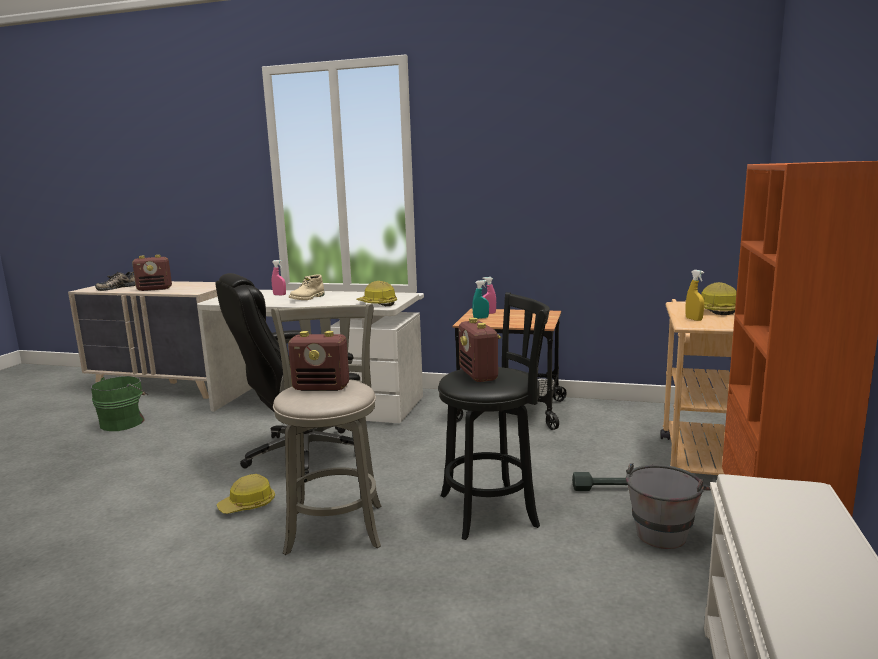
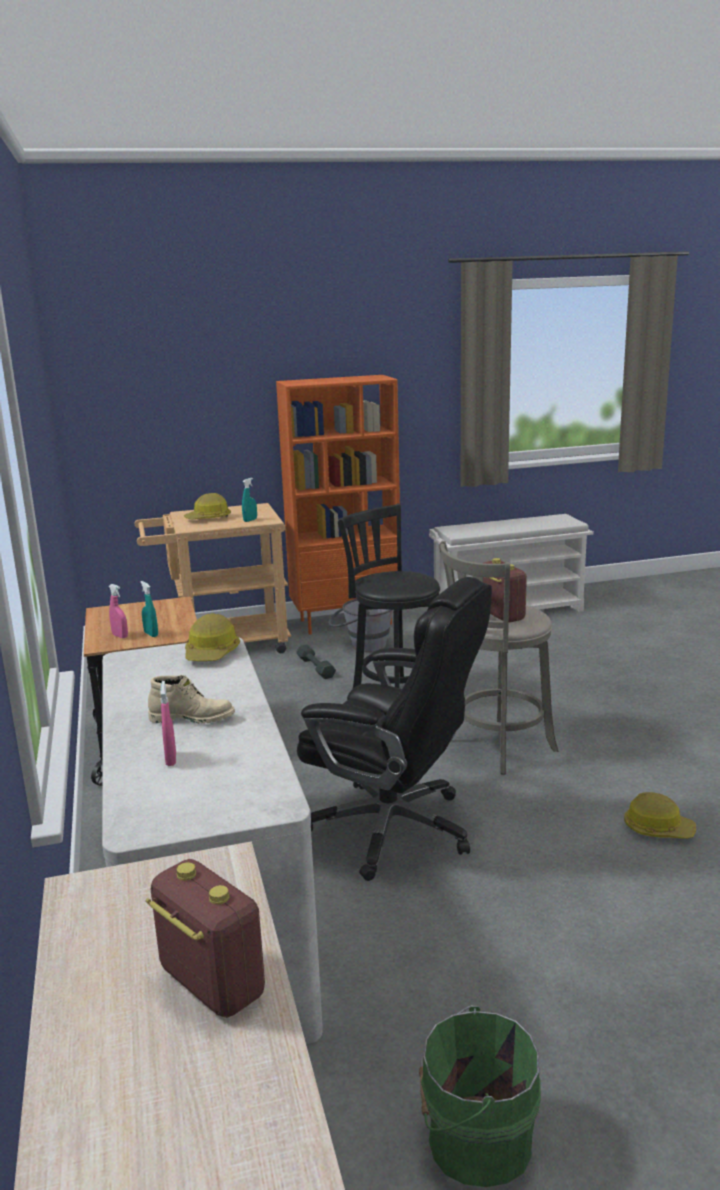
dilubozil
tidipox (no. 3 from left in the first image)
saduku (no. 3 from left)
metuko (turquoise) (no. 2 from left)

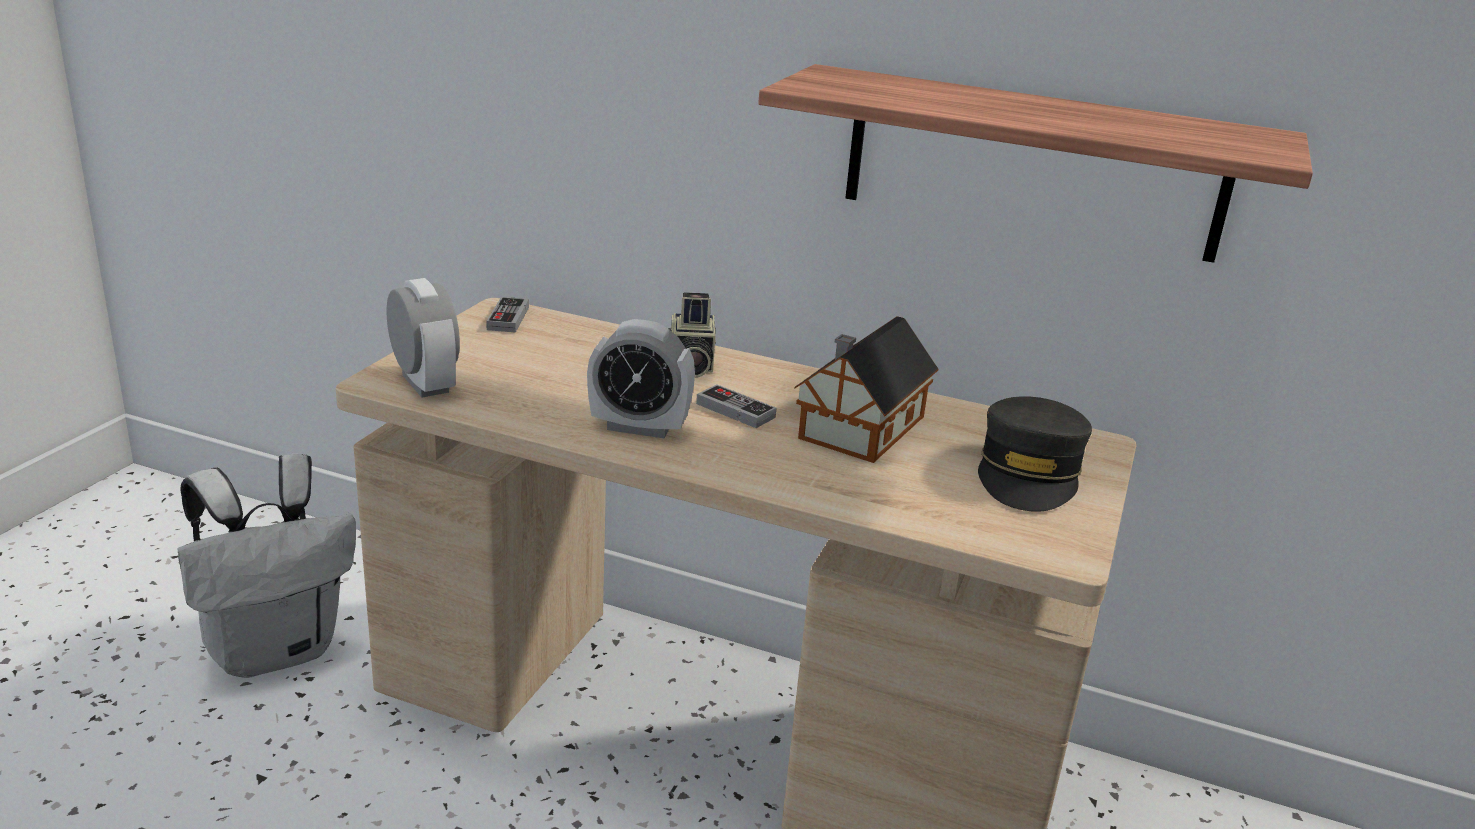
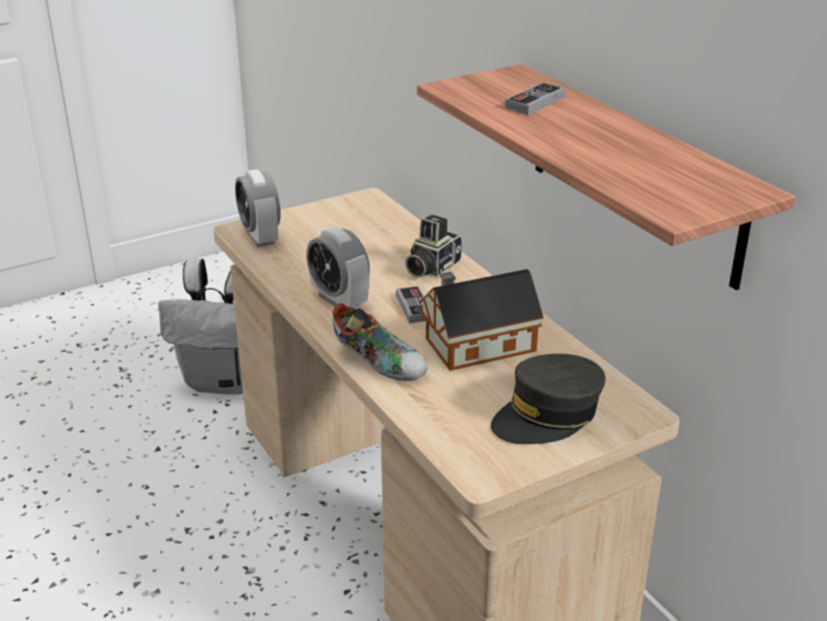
dilubozil
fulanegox (no. 2 from left)
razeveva (no. 1 from left)

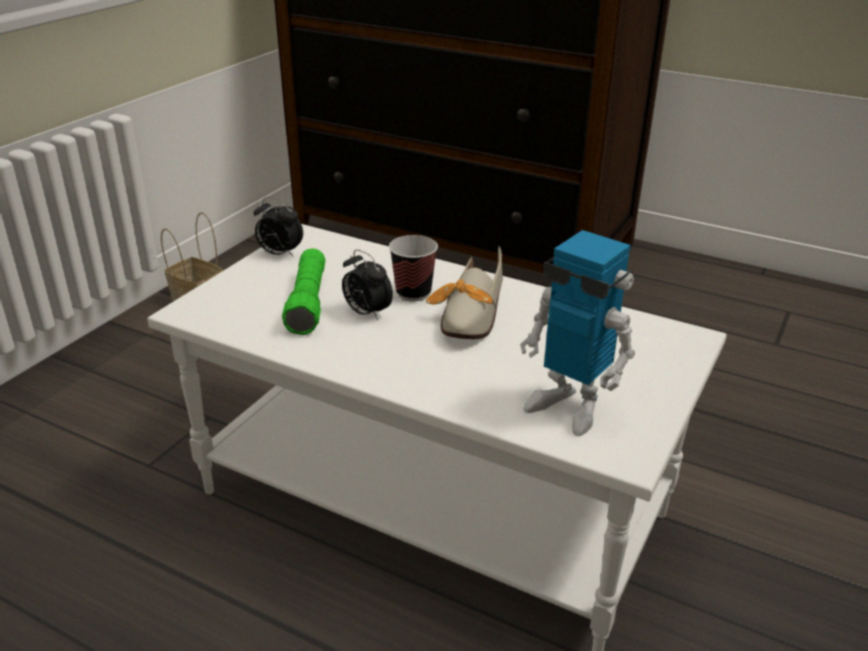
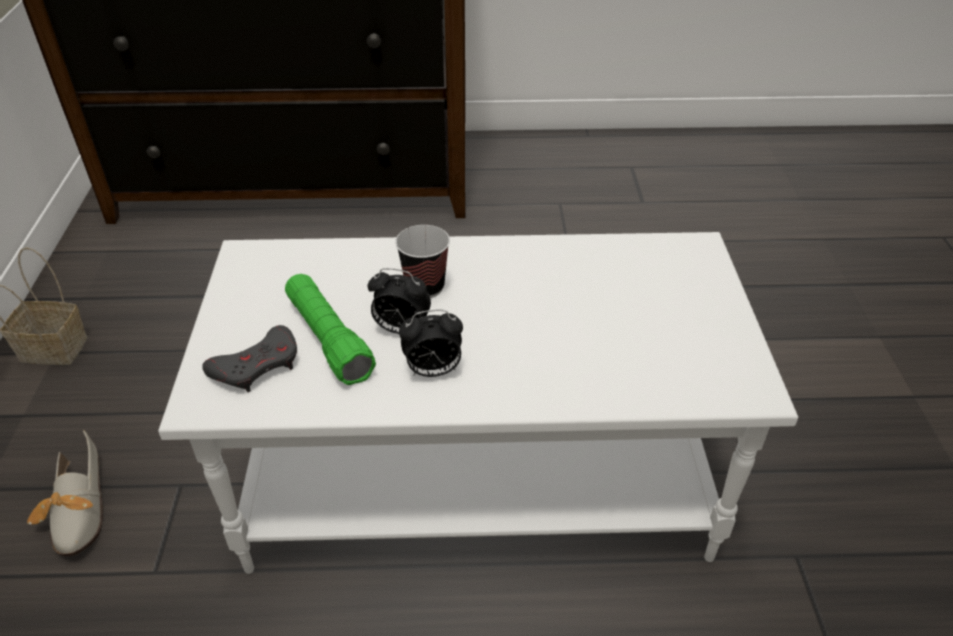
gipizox
fulanegox (grey)
razeveva (no. 2 from left)
dilubozil

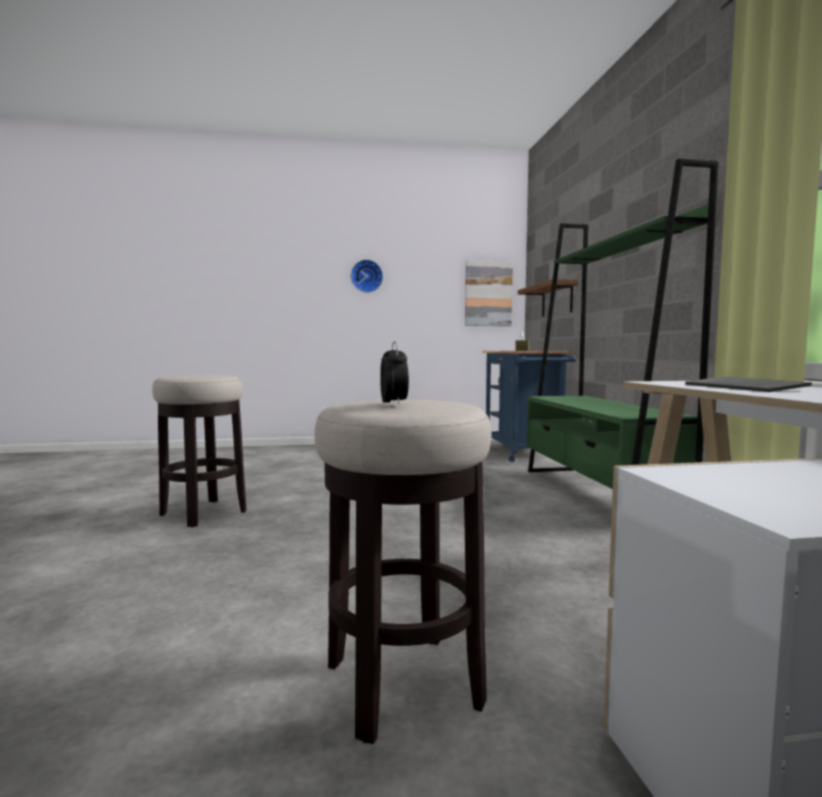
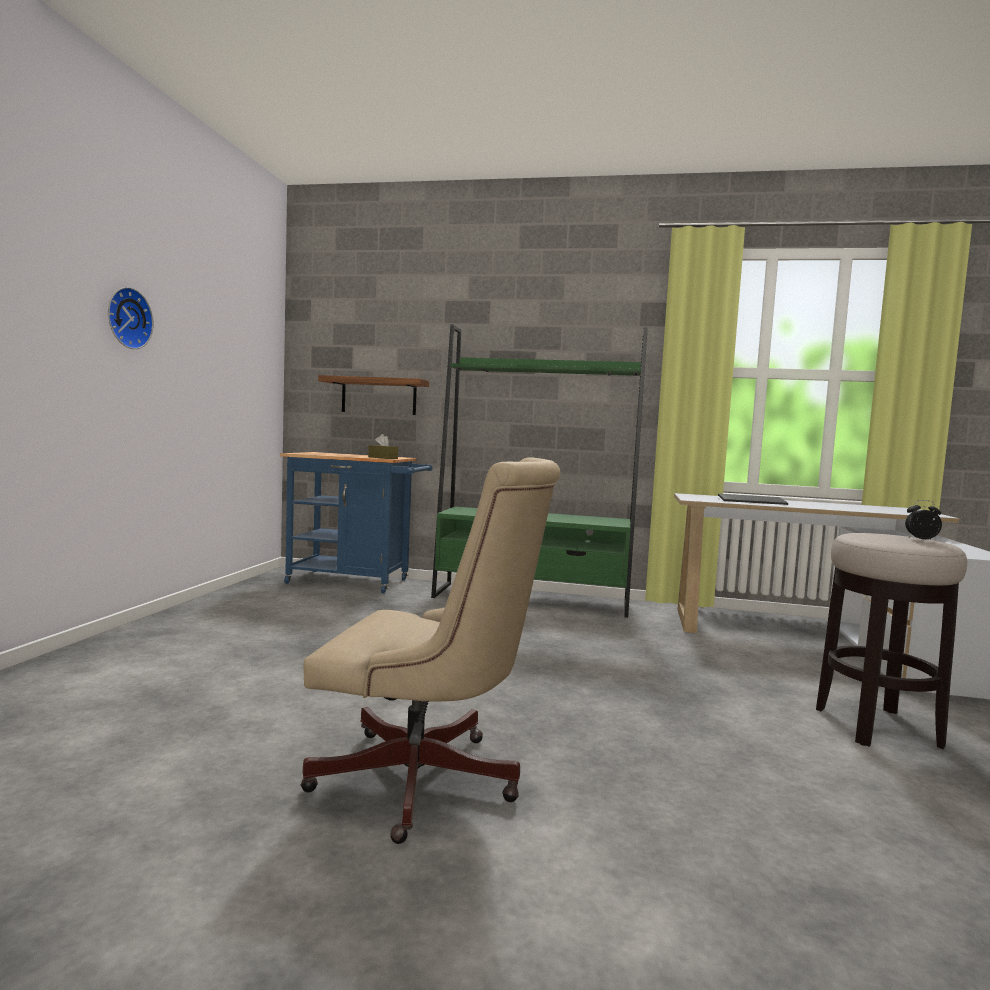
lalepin
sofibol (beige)

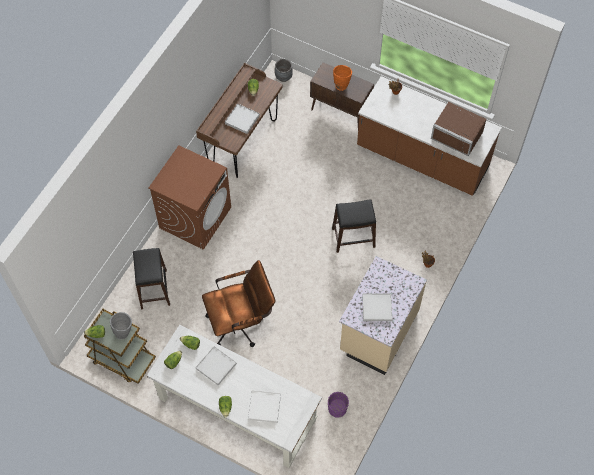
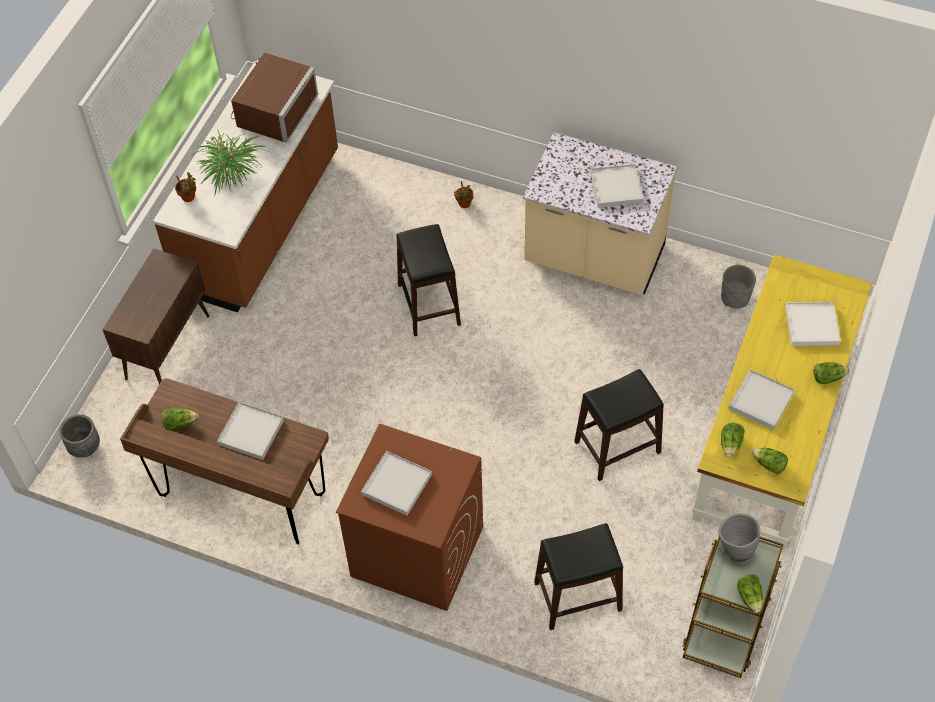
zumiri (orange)
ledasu (no. 2 from left)
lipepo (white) (no. 2 from left)
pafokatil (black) (no. 3 from left)
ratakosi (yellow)
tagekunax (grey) (no. 2 from left)

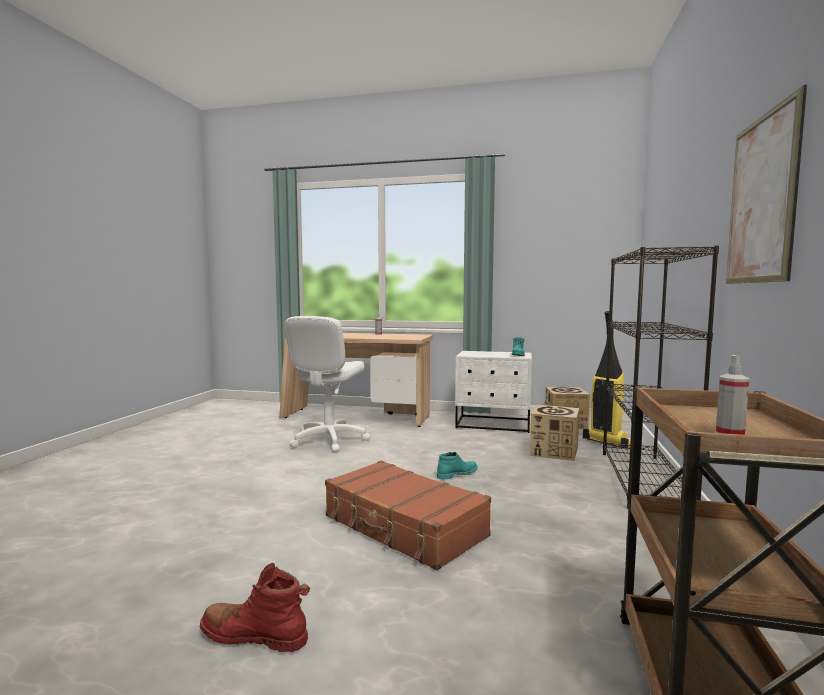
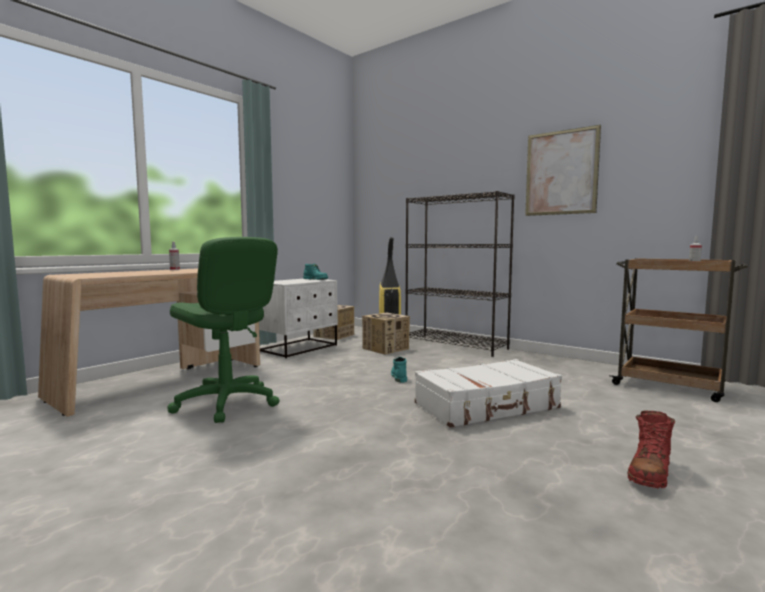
sofibol (green)
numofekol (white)

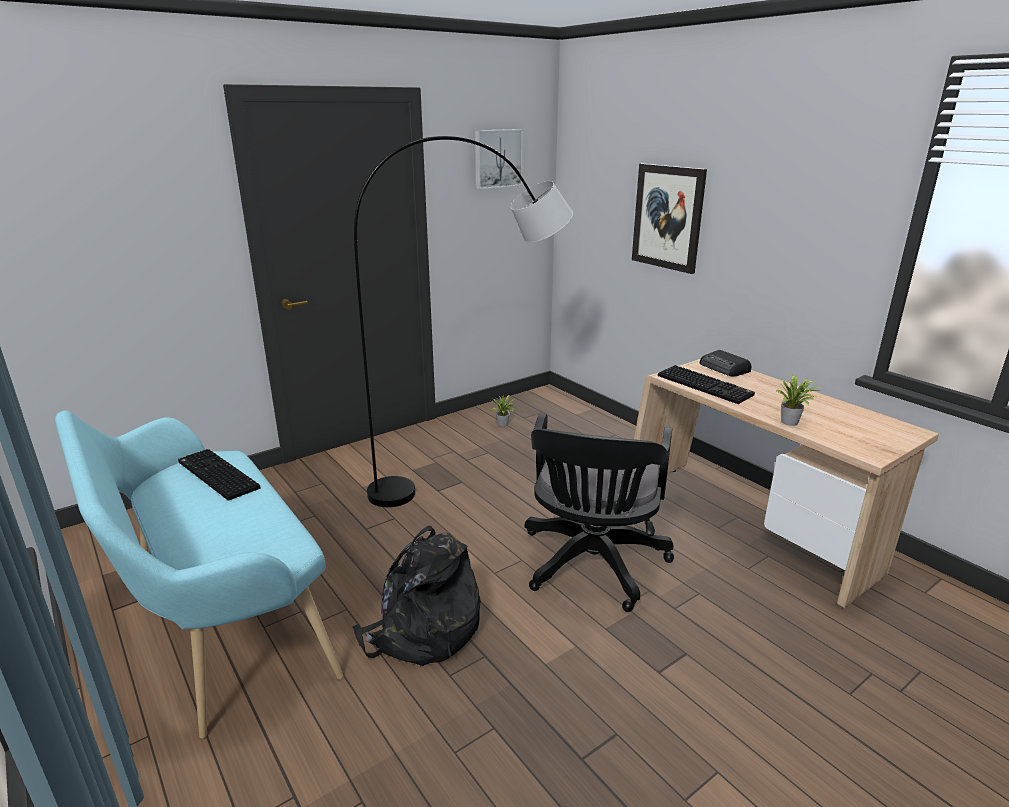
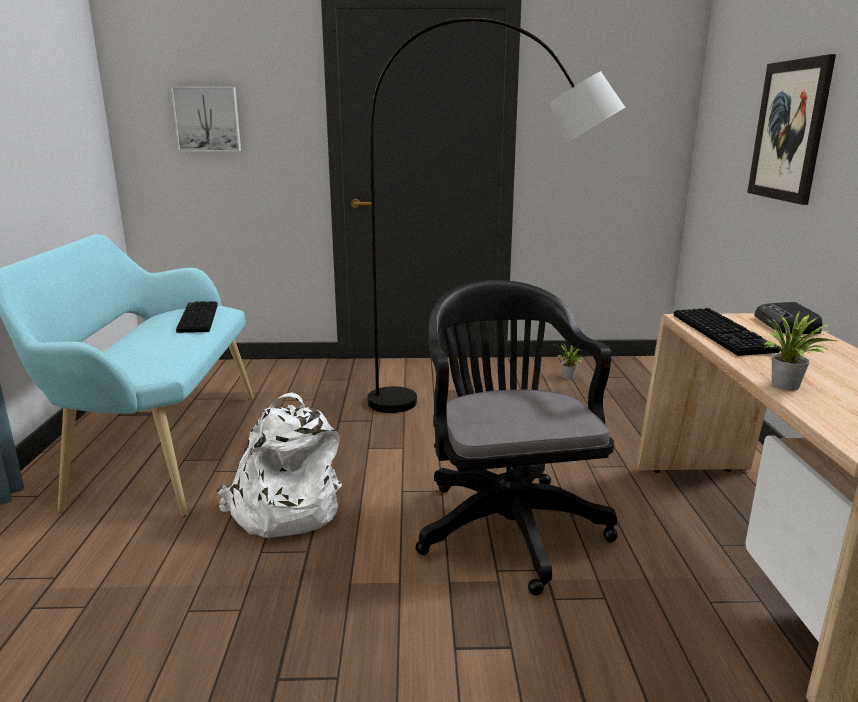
lalepin (no. 1 from left)
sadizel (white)
sofibol (black)

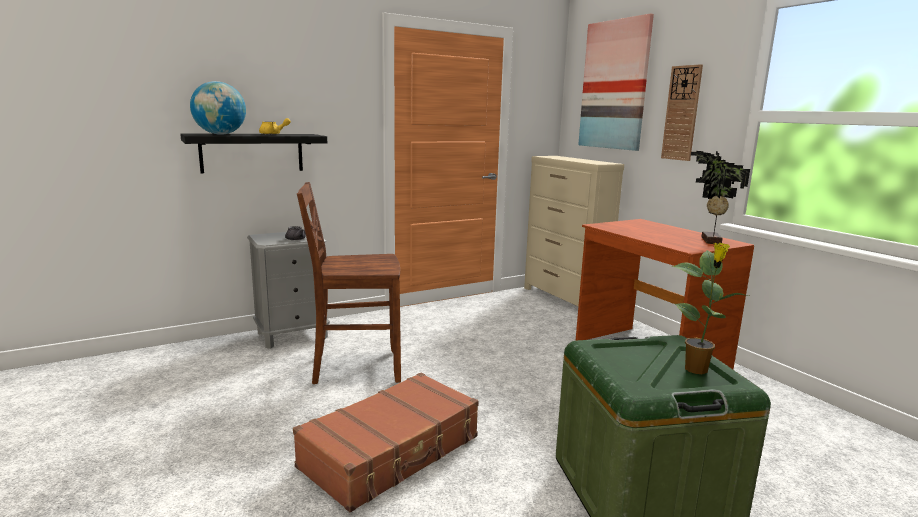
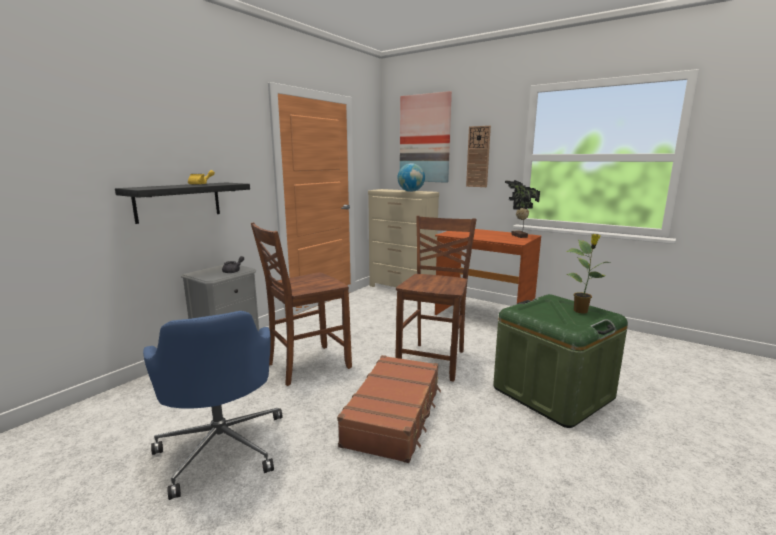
sofibol (blue)
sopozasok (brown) (no. 2 from left)
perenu

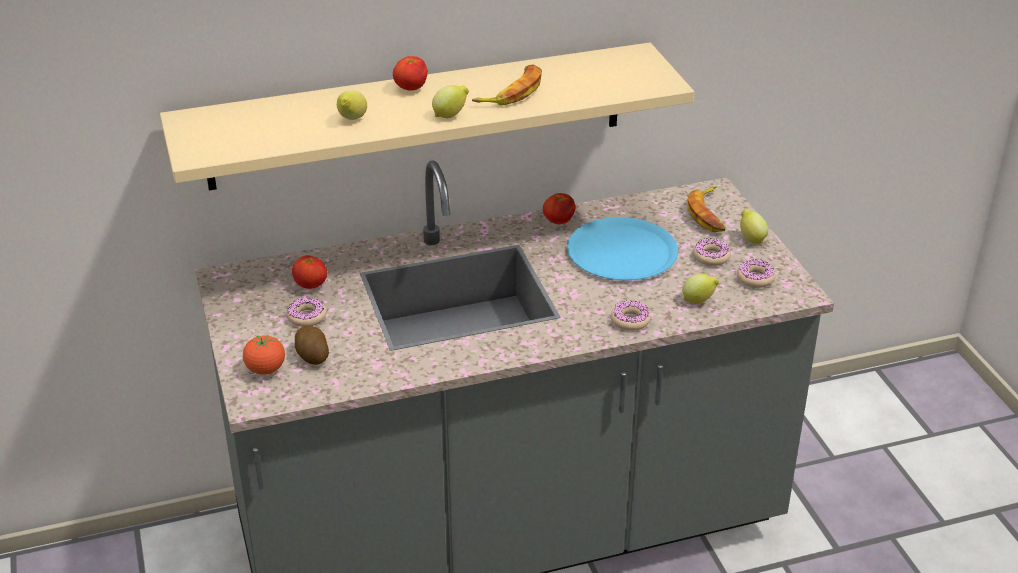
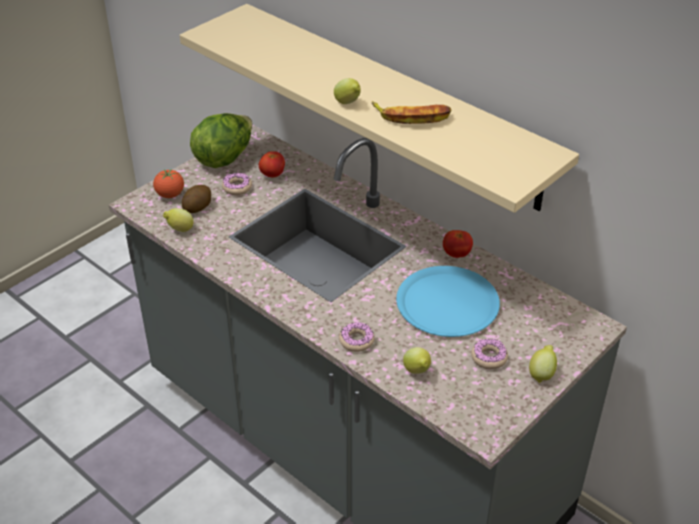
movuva (no. 3 from left in the first image)
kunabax (no. 2 from left in the first image)
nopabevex (no. 4 from left in the first image)
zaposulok
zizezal (no. 1 from left)

